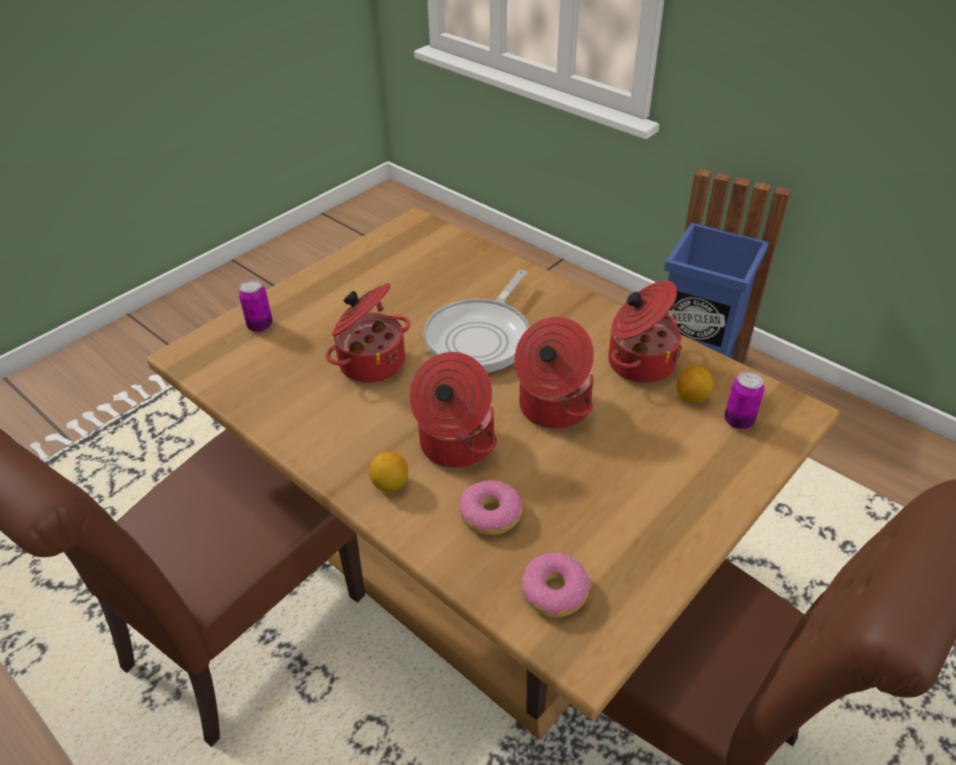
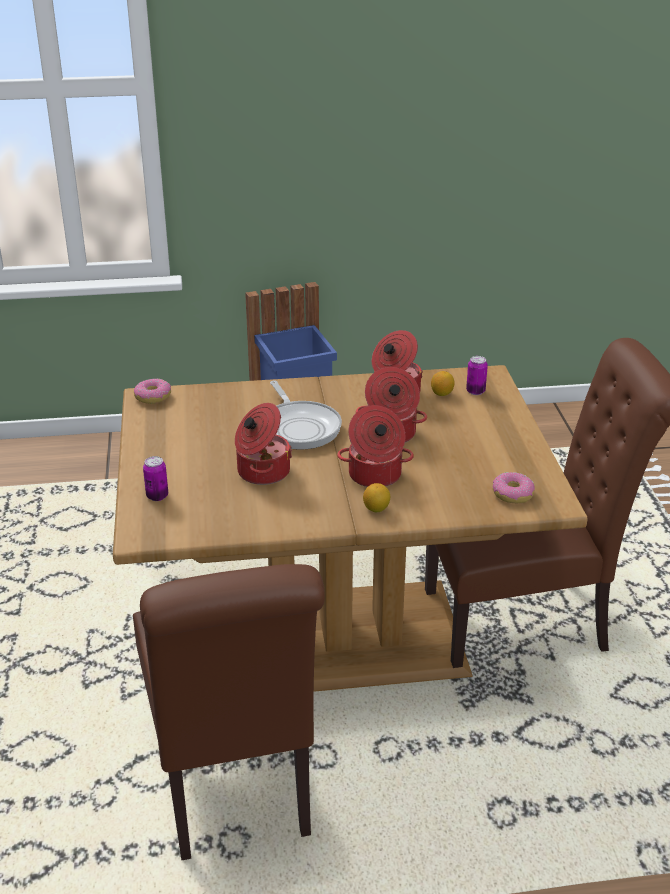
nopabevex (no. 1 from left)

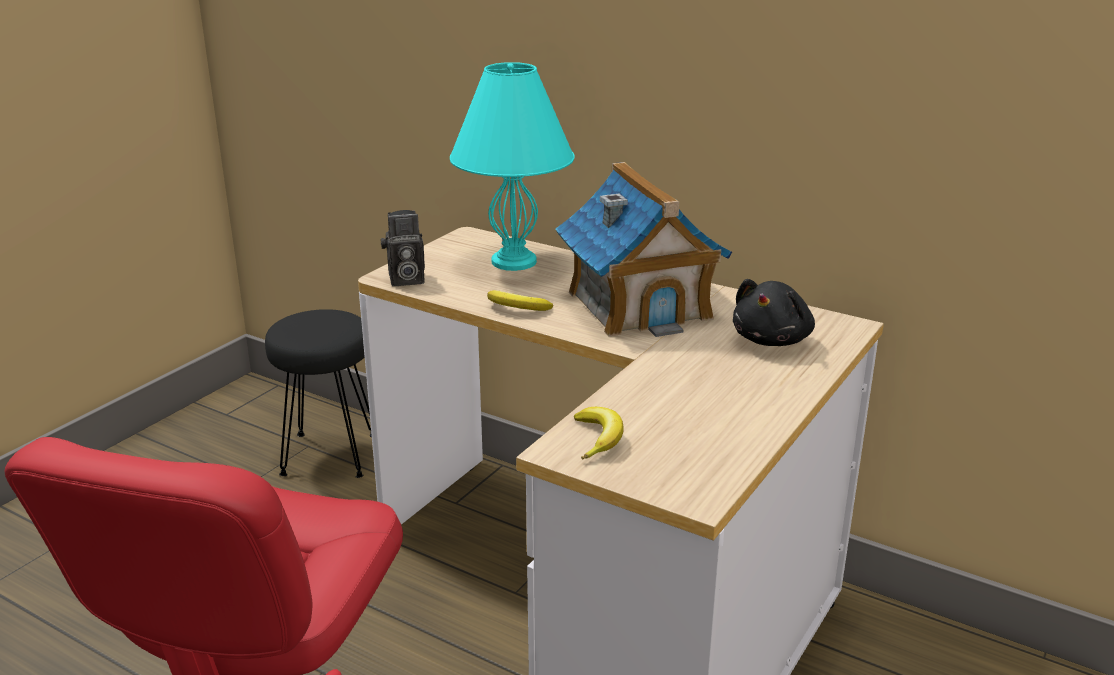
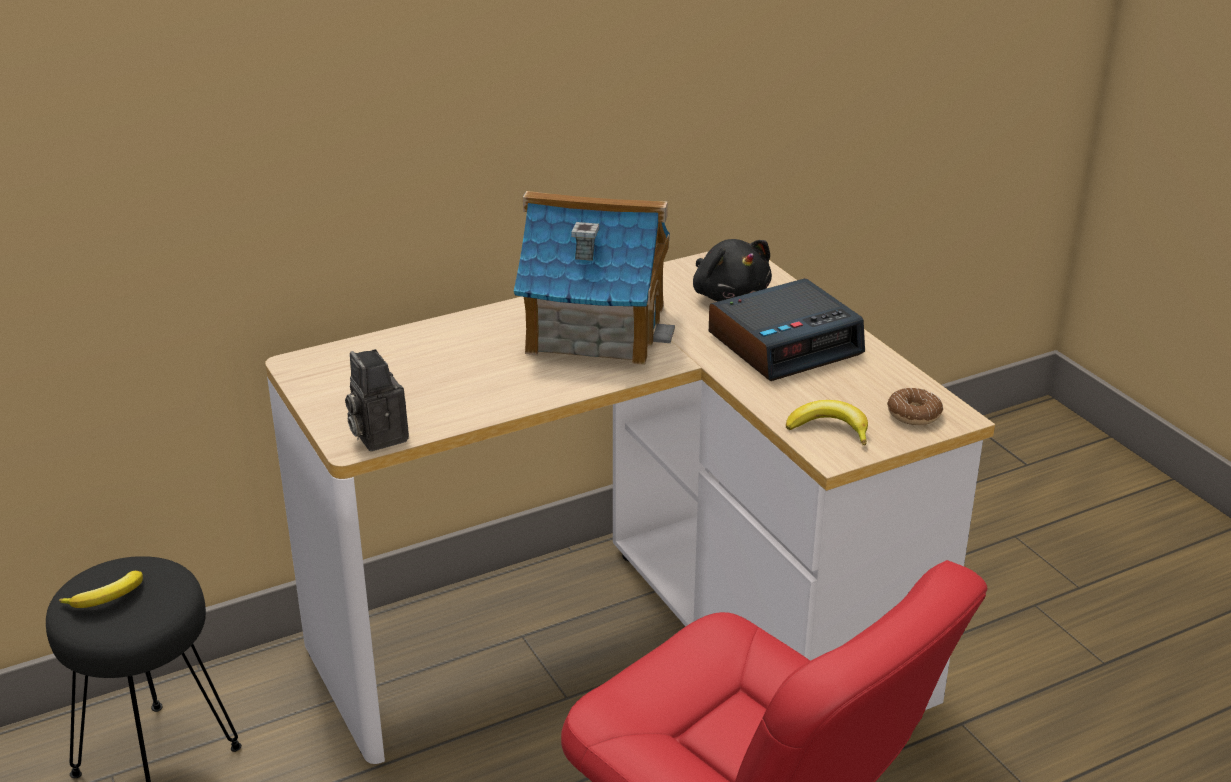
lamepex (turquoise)
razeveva
nopabevex
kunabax (no. 1 from left)
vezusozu

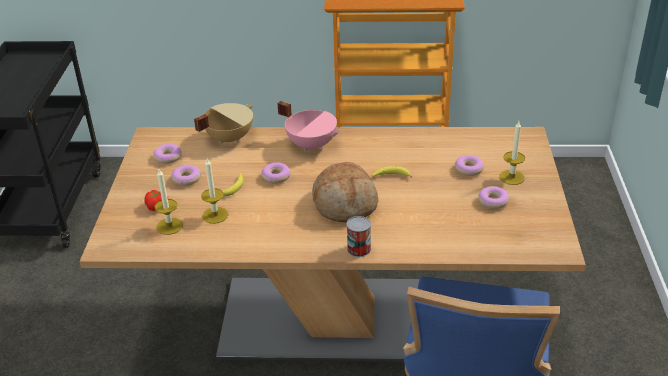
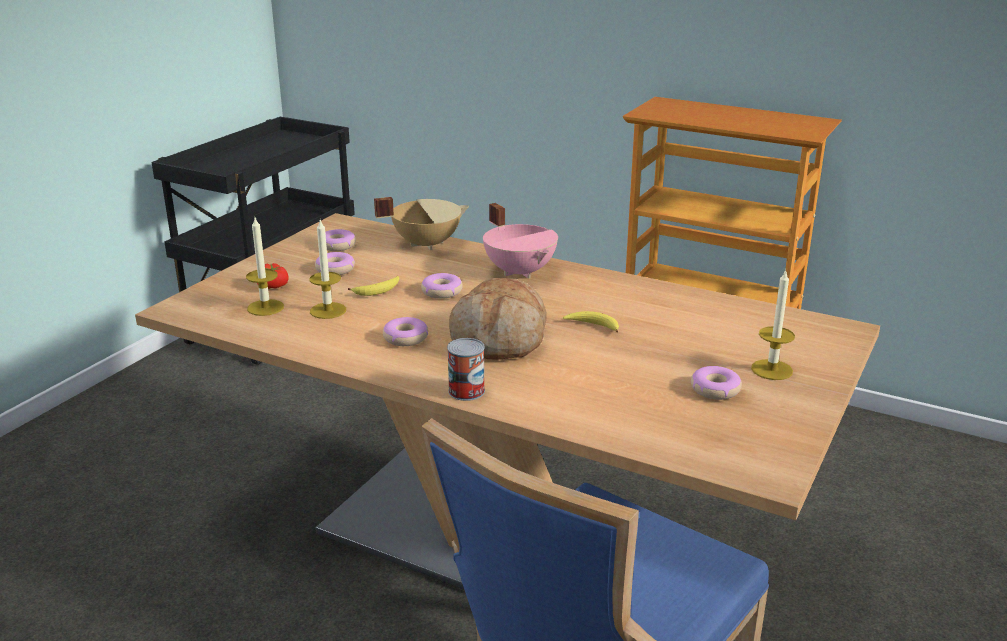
nopabevex (no. 3 from left)

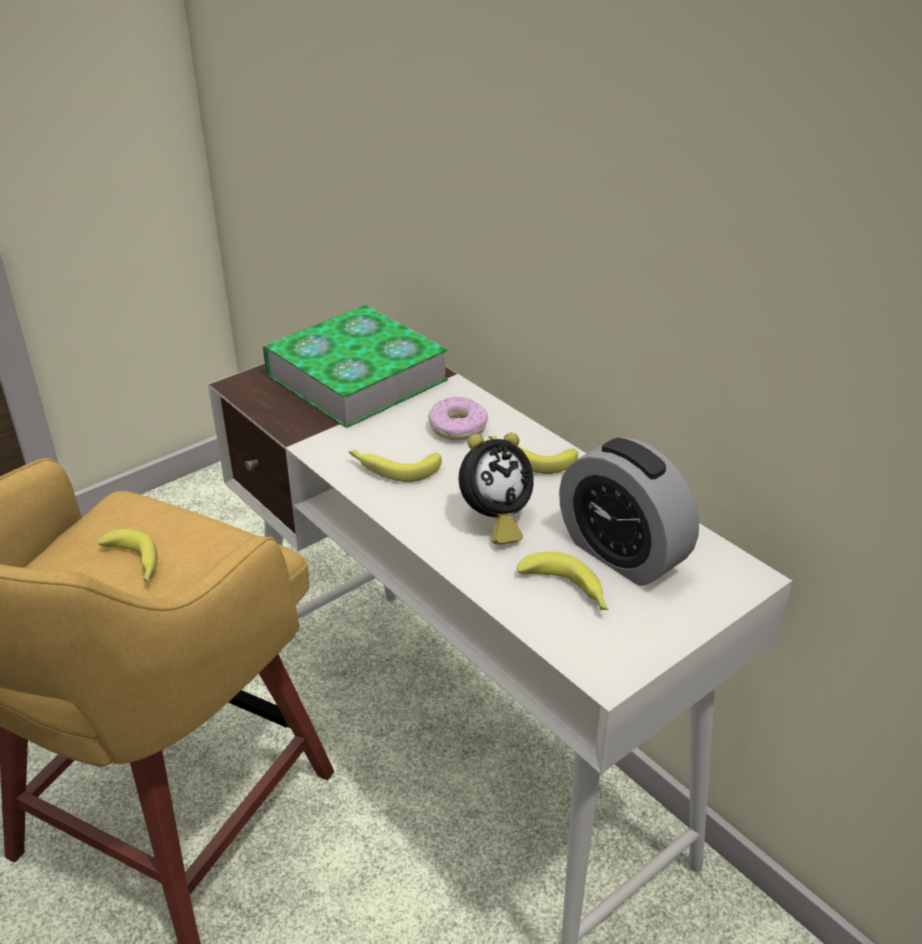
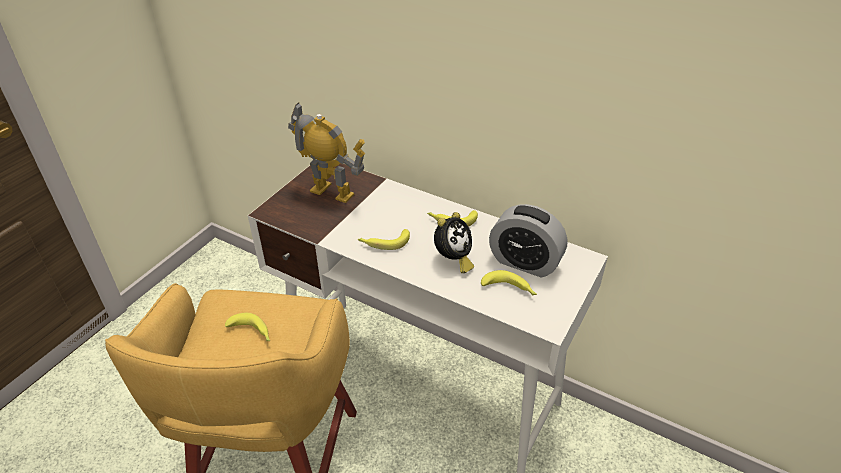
nopabevex
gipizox

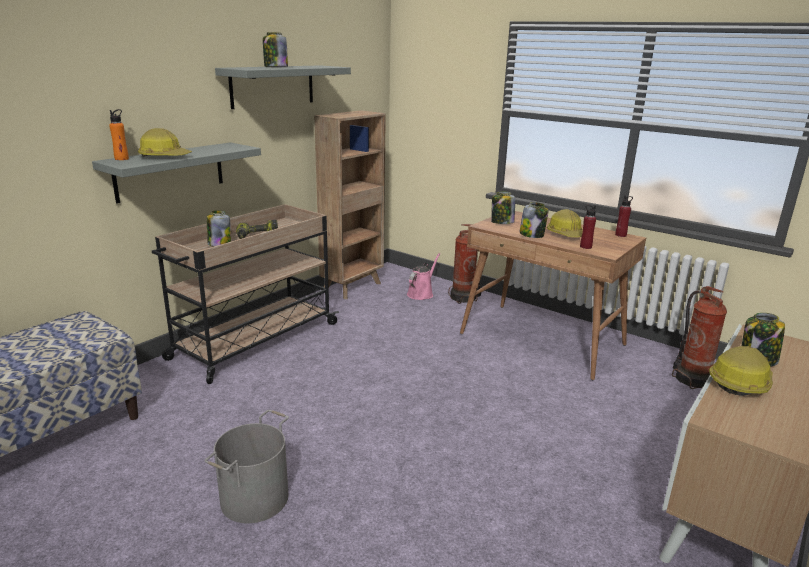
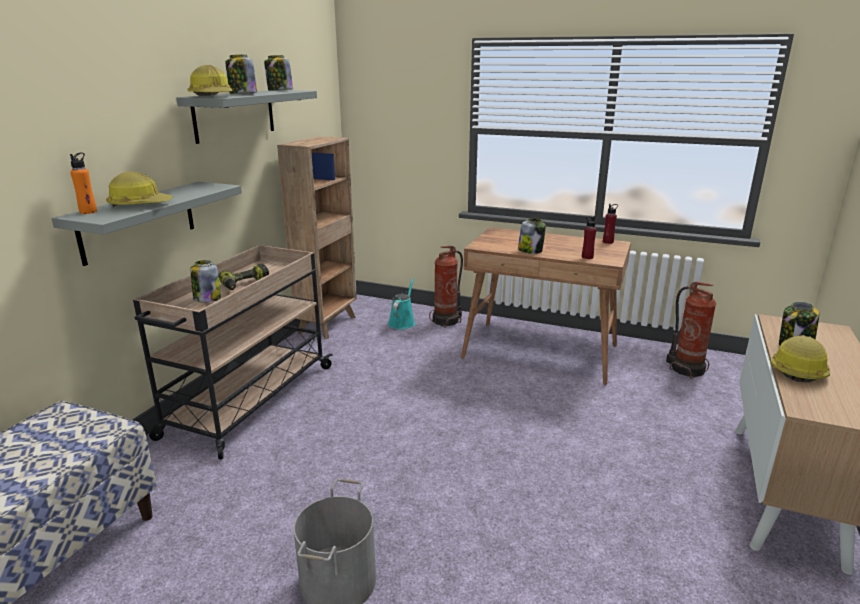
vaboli (no. 3 from left)
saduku (no. 2 from left)
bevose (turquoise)

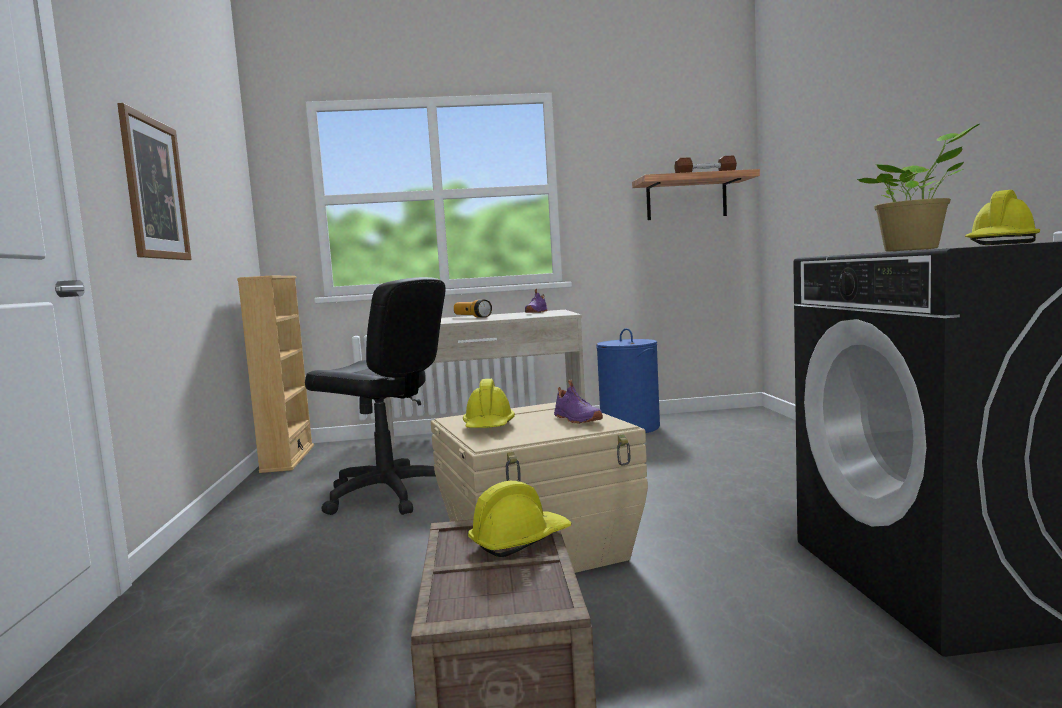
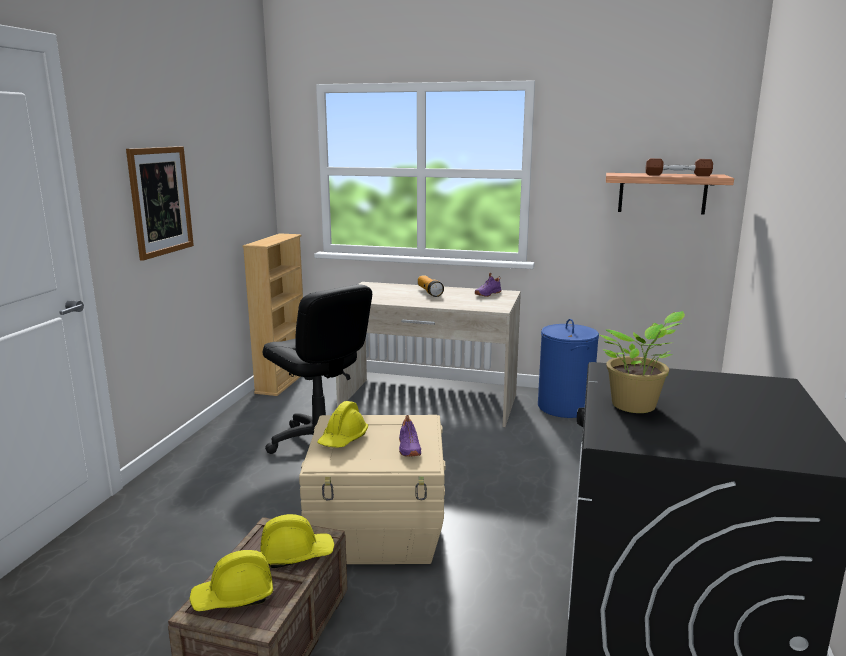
saduku (yellow) (no. 1 from left)

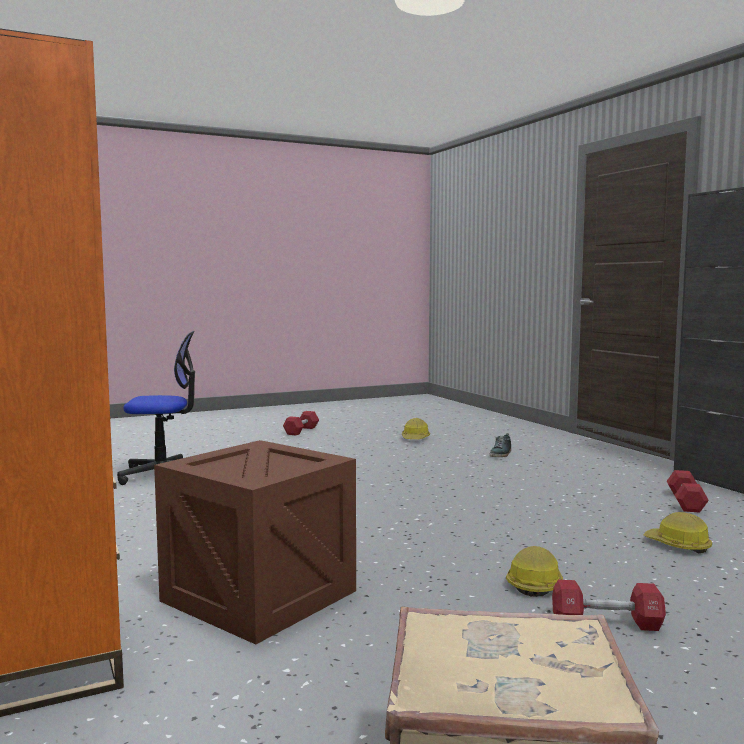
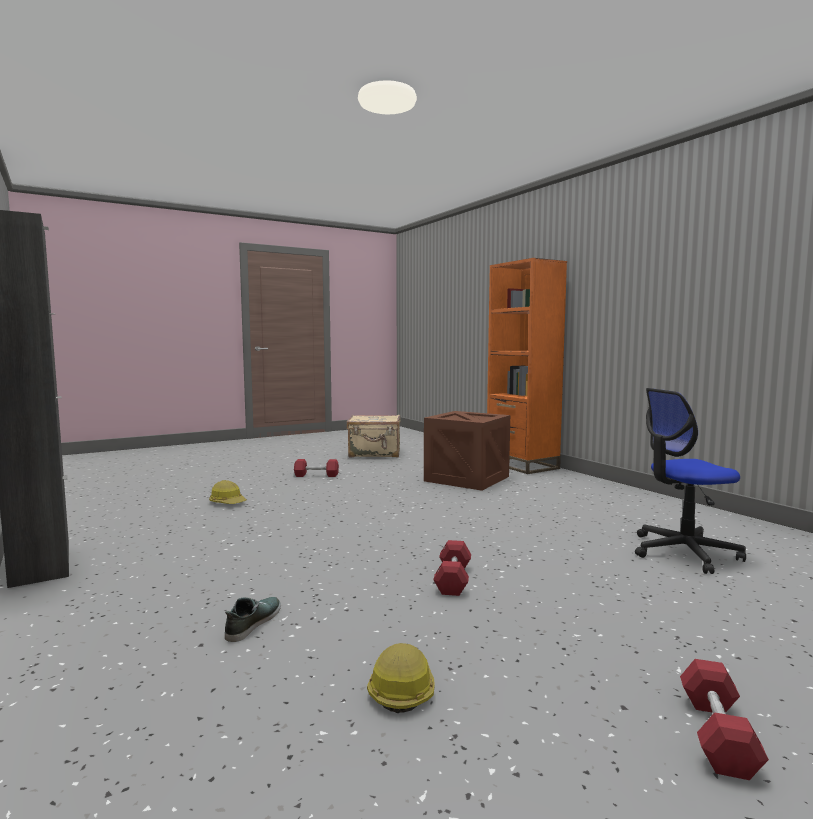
saduku (no. 2 from left in the first image)
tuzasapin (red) (no. 2 from left)

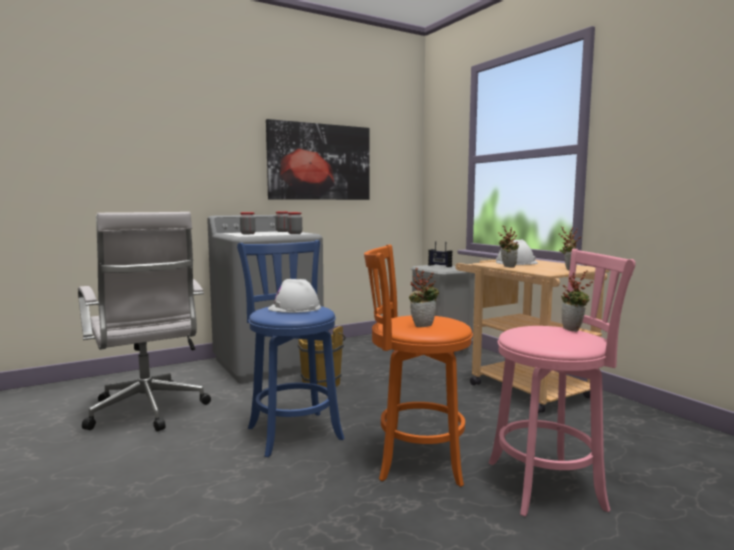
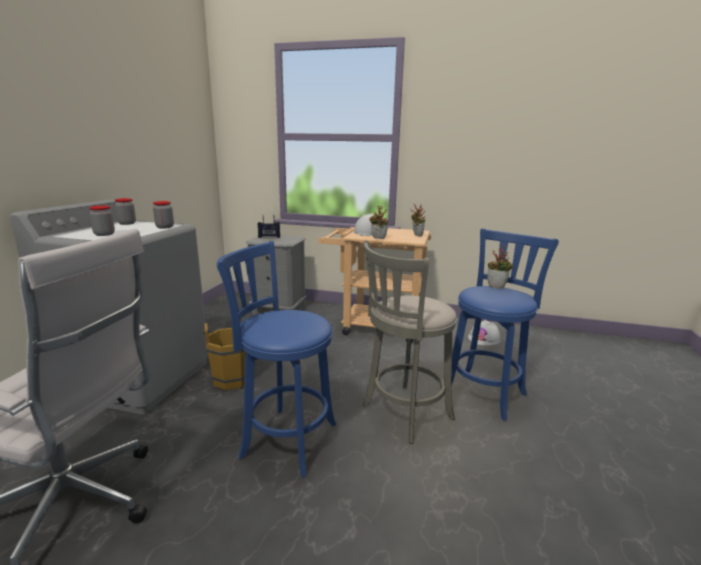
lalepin
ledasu (no. 1 from left in the first image)
saduku (white) (no. 2 from left)
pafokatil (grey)
pafokatil (blue) (no. 2 from left)

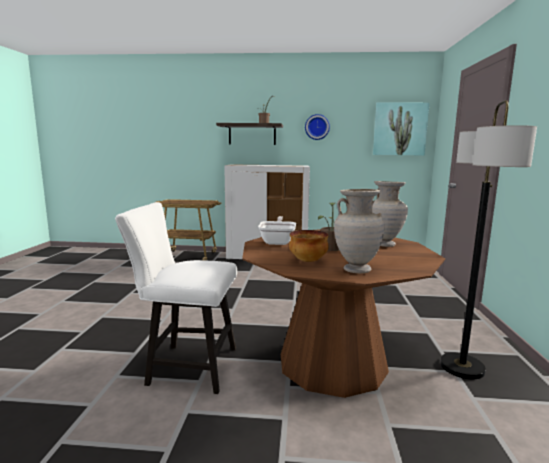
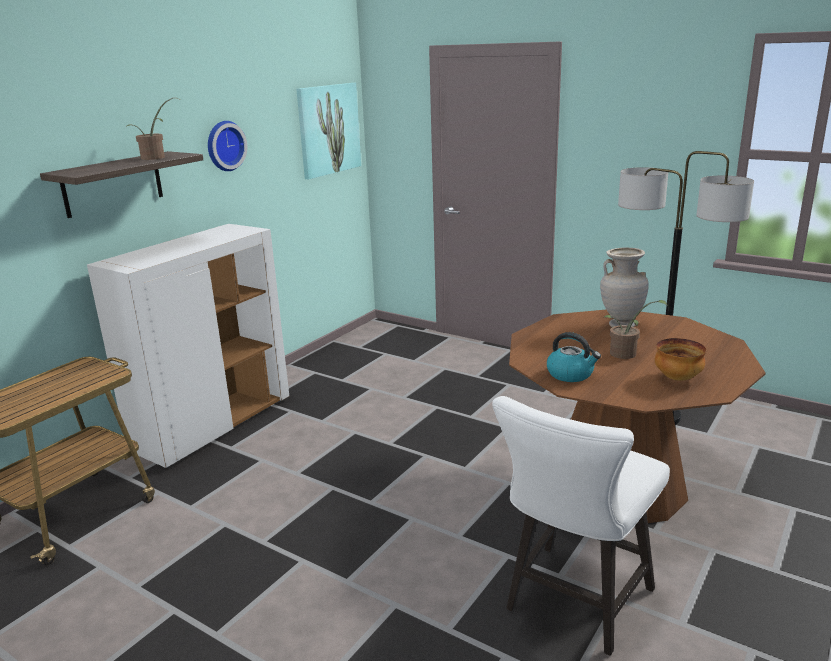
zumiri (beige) (no. 1 from left in the first image)
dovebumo

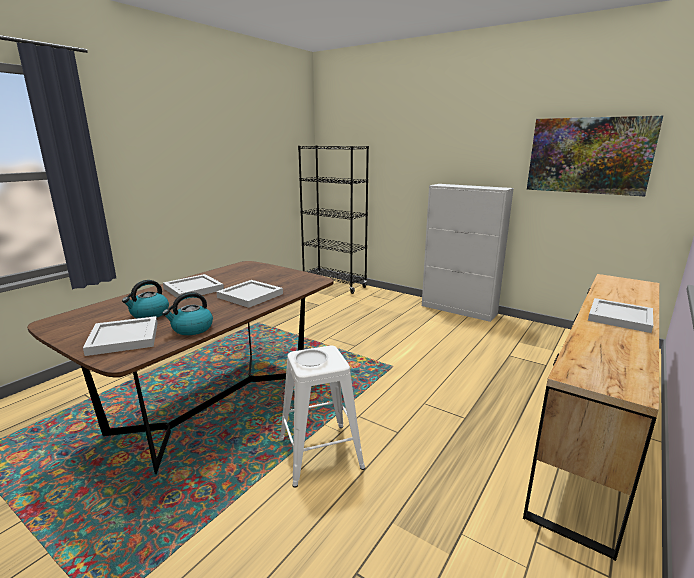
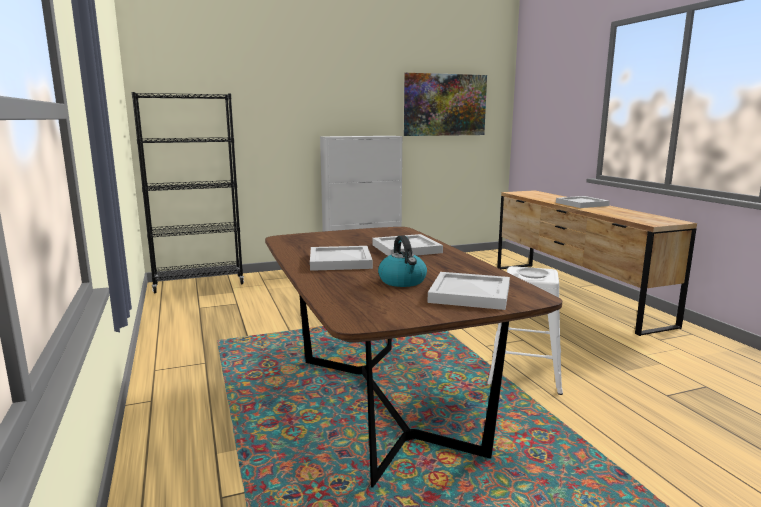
dovebumo (no. 2 from left in the first image)

